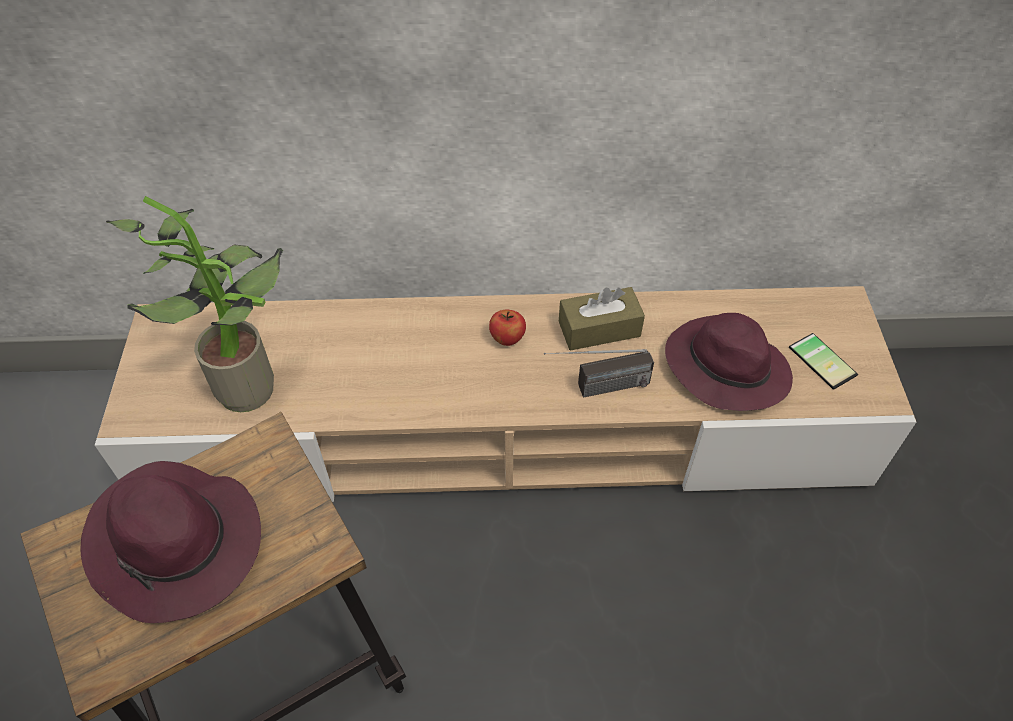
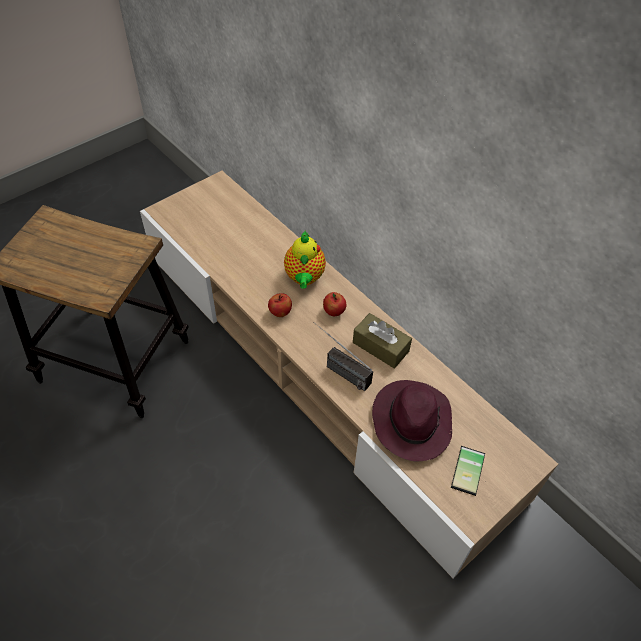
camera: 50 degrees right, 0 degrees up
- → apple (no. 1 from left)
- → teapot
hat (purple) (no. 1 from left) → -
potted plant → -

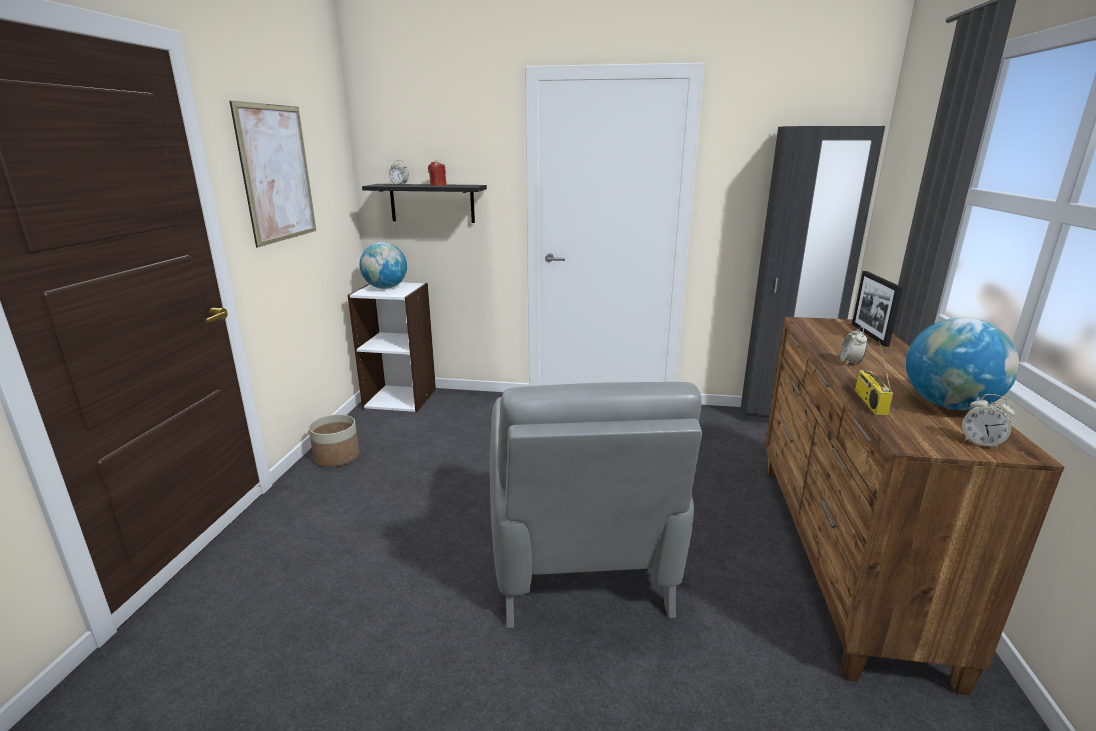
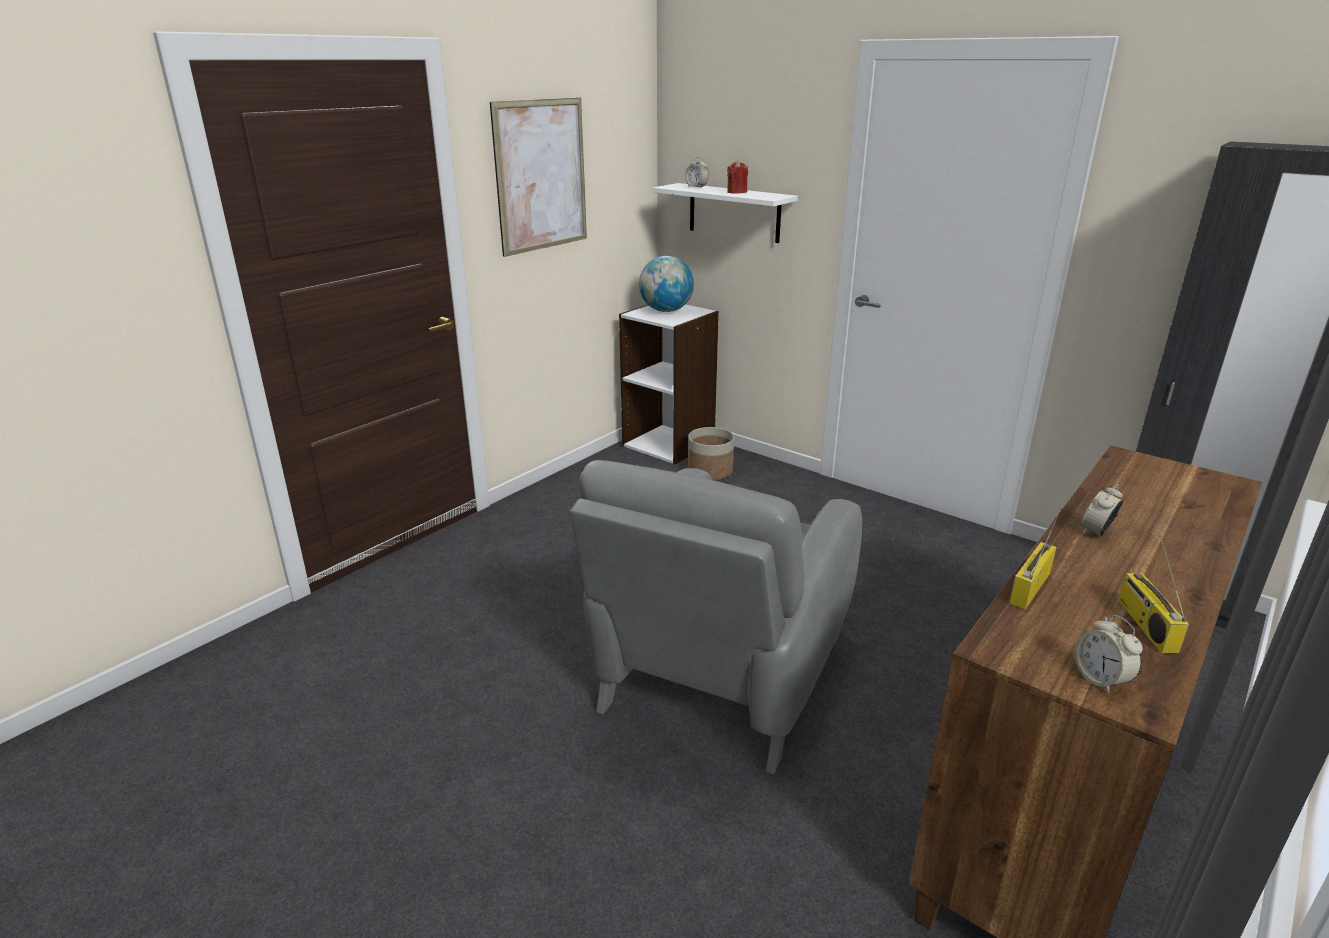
camera: 30 degrees right, 5 degrees up
shelf (black) → shelf (white)
planter, shifted
globe (no. 2 from left) → radio (no. 2 from left)
picture frame → -

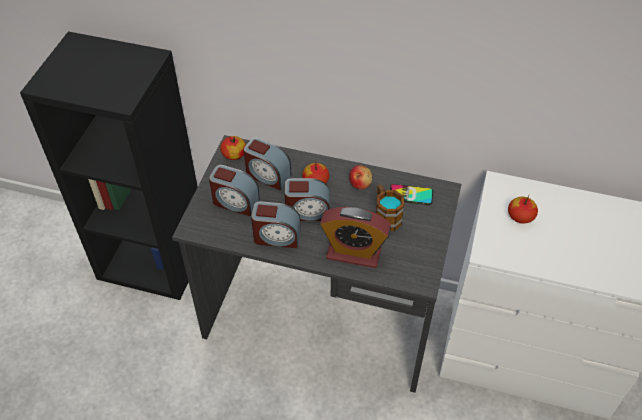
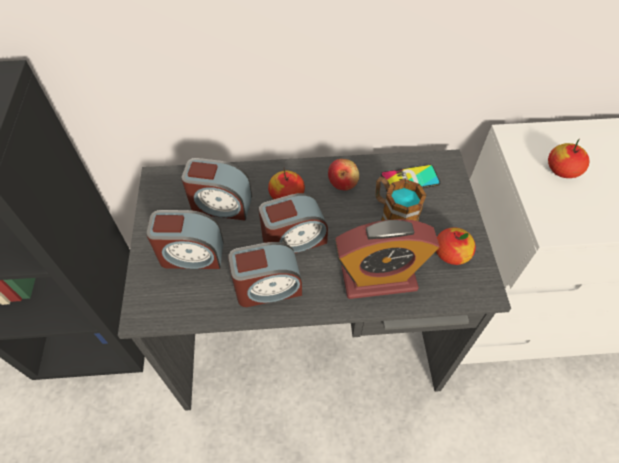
camera: 20 degrees left, 5 degrees up
apple (no. 1 from left in the first image) → apple (no. 3 from left), shifted

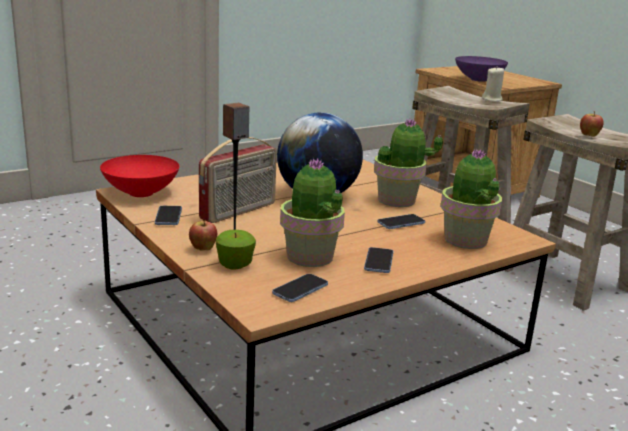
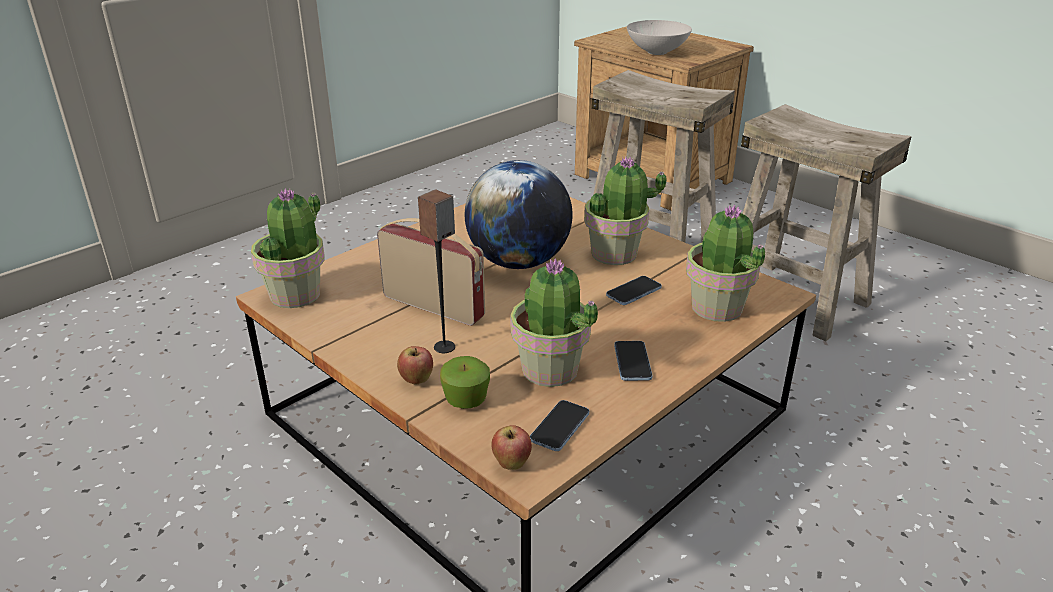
camera: 10 degrees left, 10 degrees up
bowl (red) → potted plant (no. 1 from left)
radio, 90 degrees counterclockwise
apple (no. 3 from left), shifted
bowl (purple) → bowl (white)
phone (no. 1 from left) → -
candle (beige) → -

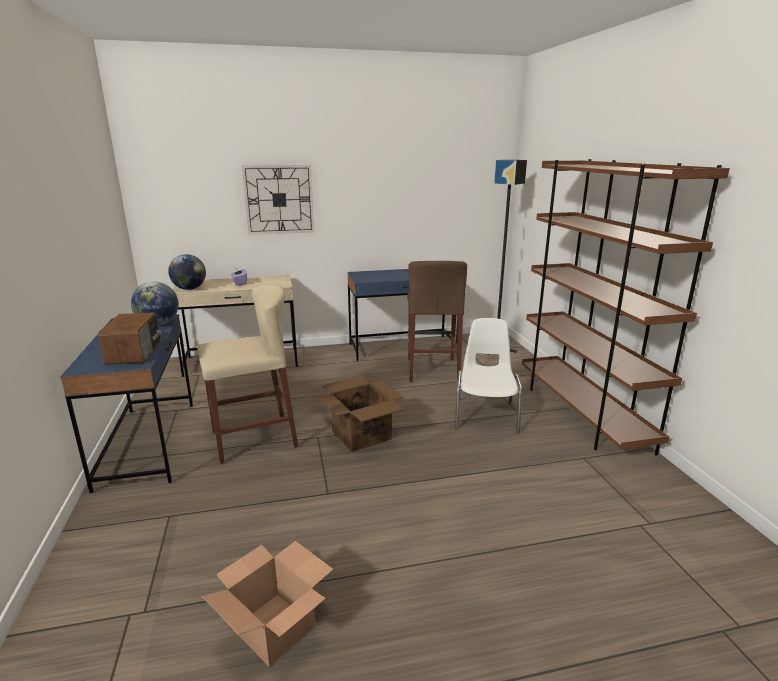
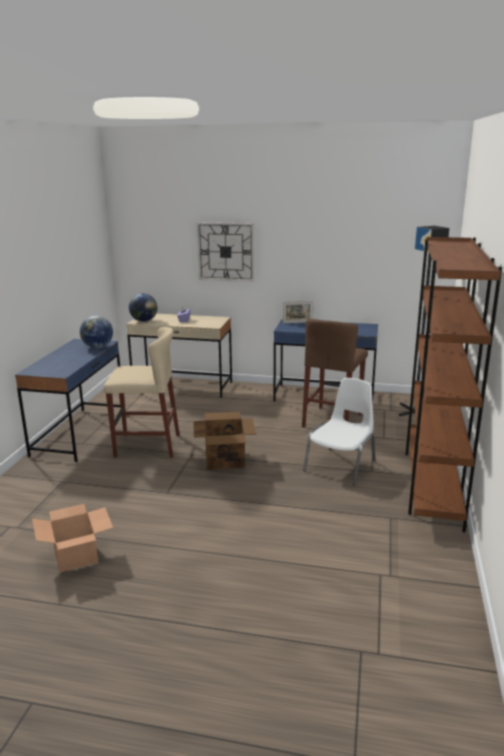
camera: 25 degrees right, 0 degrees up
- → picture frame
radio → -

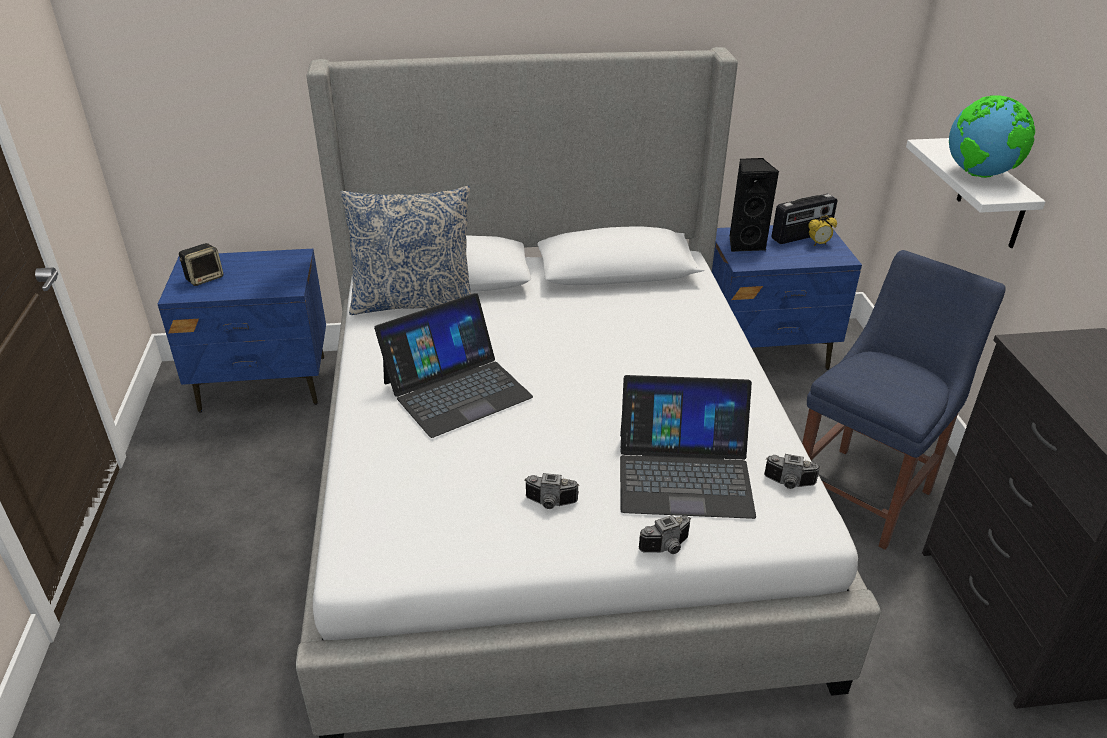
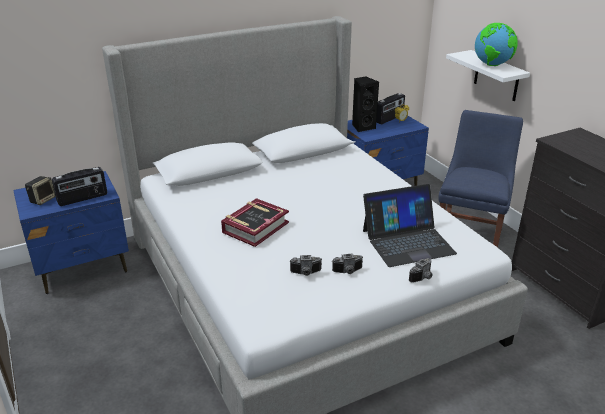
camera: 20 degrees left, 5 degrees down
- → radio (no. 1 from left)
laptop (no. 1 from left) → book
photo camera (no. 3 from left in the first image) → photo camera (no. 1 from left), shifted
pillow → -

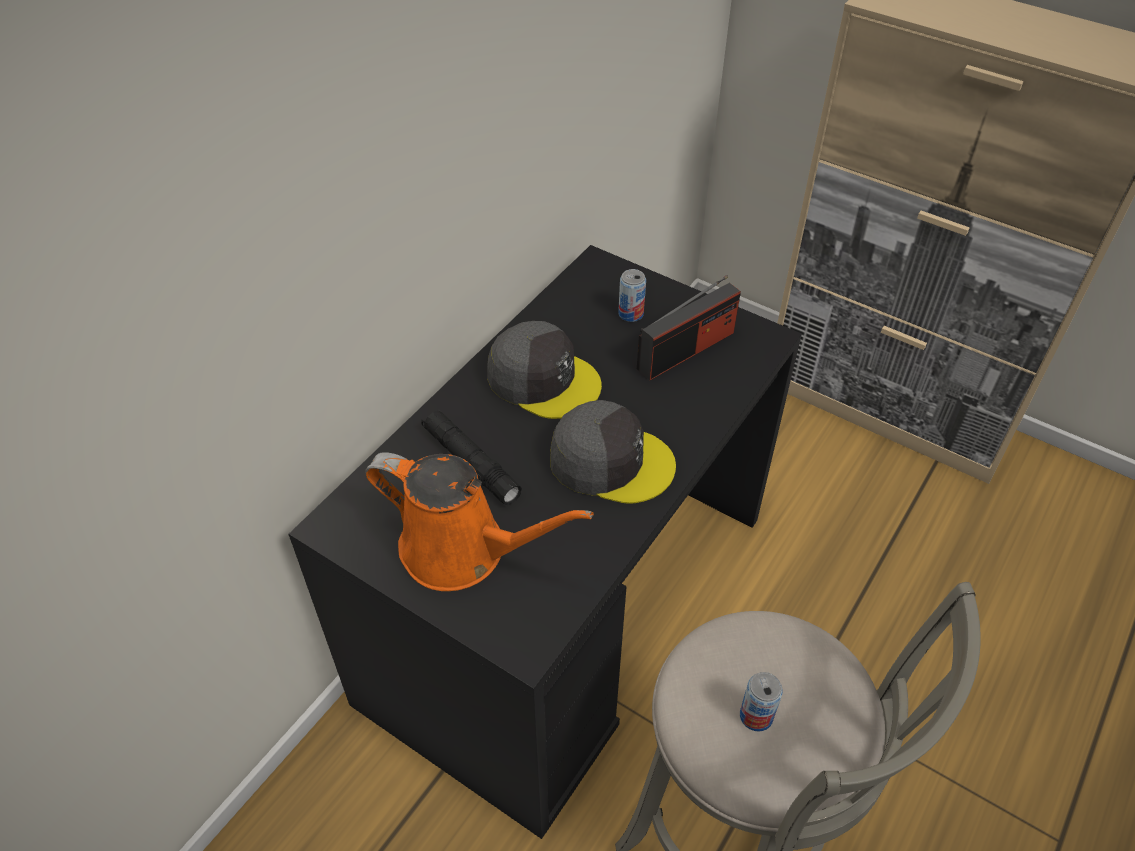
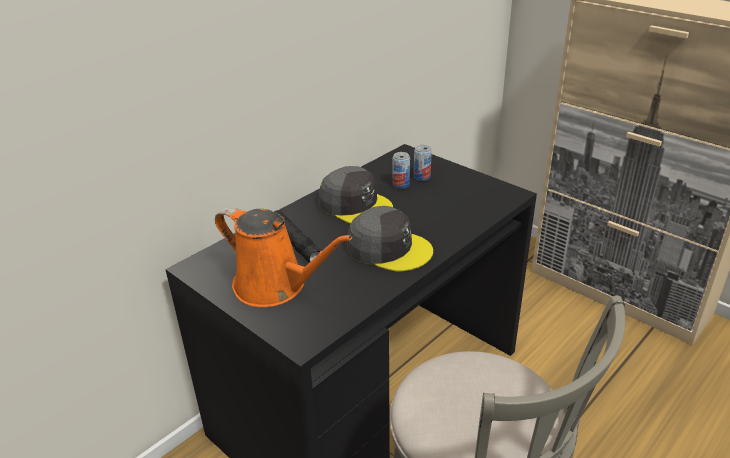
camera: 10 degrees right, 15 degrees down
can (no. 2 from left in the first image) → can (no. 1 from left), shifted
radio → -

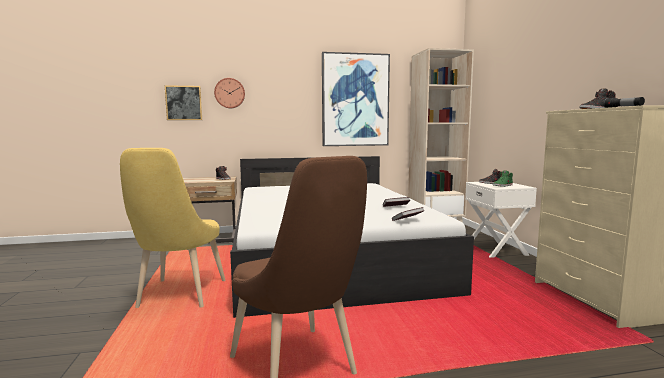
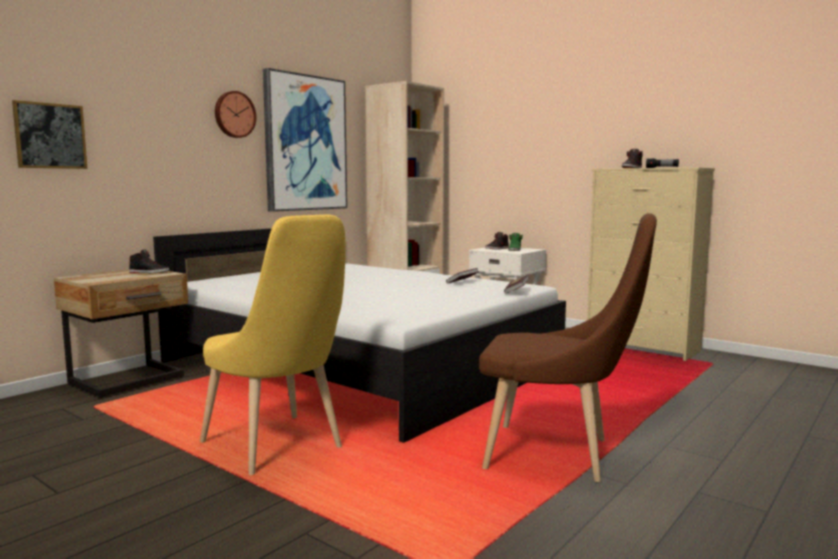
camera: 40 degrees left, 0 degrees up
wall clock, shifted

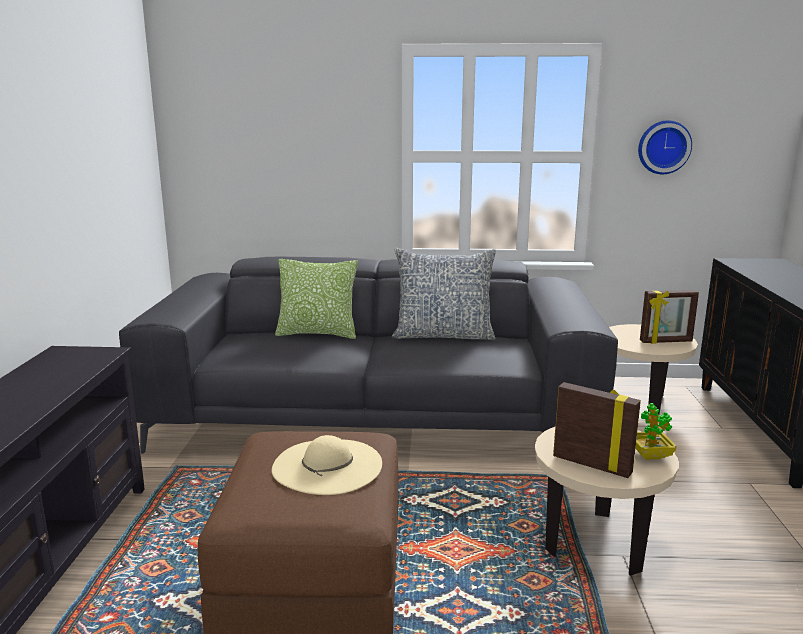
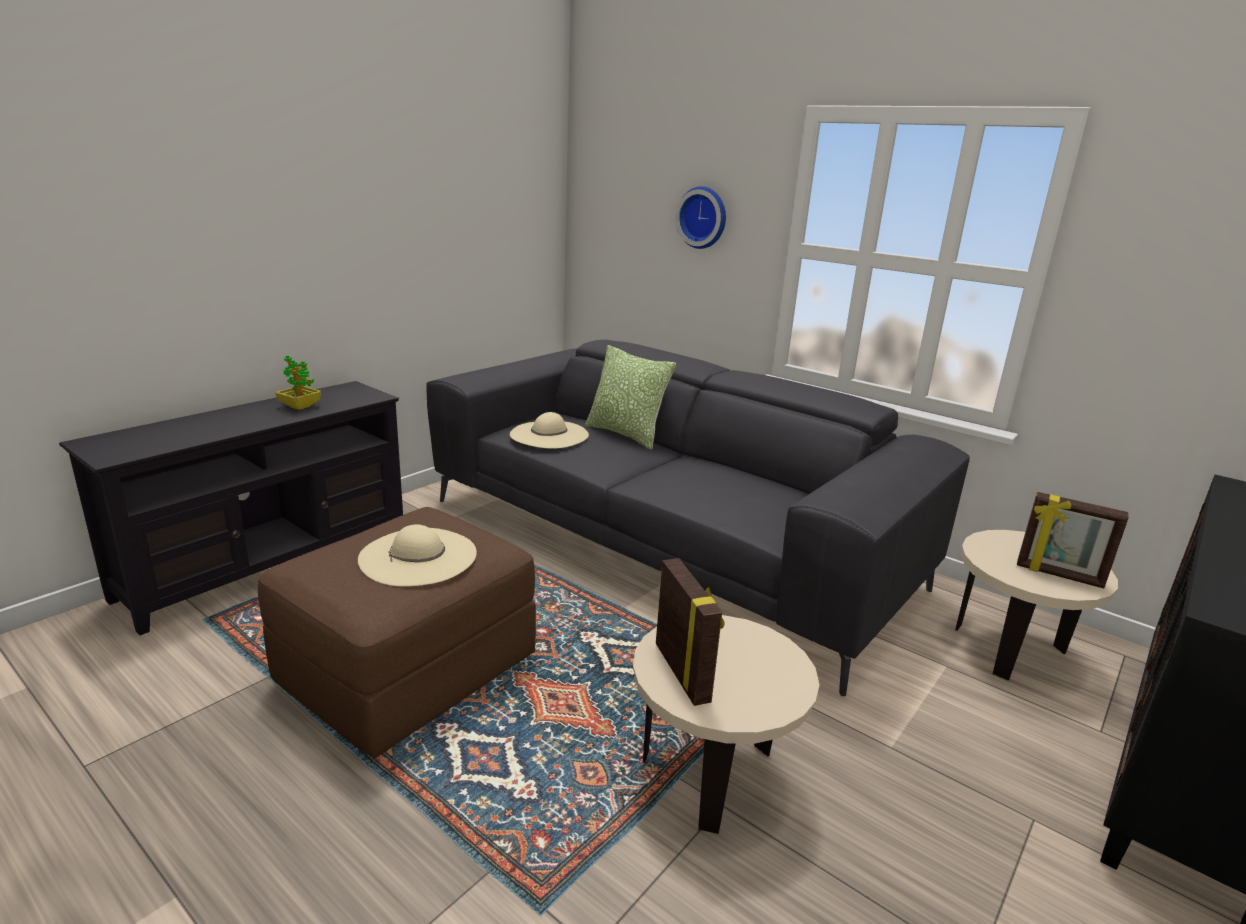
camera: 35 degrees right, 5 degrees up
potted plant, shifted
- → hat (beige) (no. 2 from left)
wall clock, shifted
pillow (no. 2 from left) → -

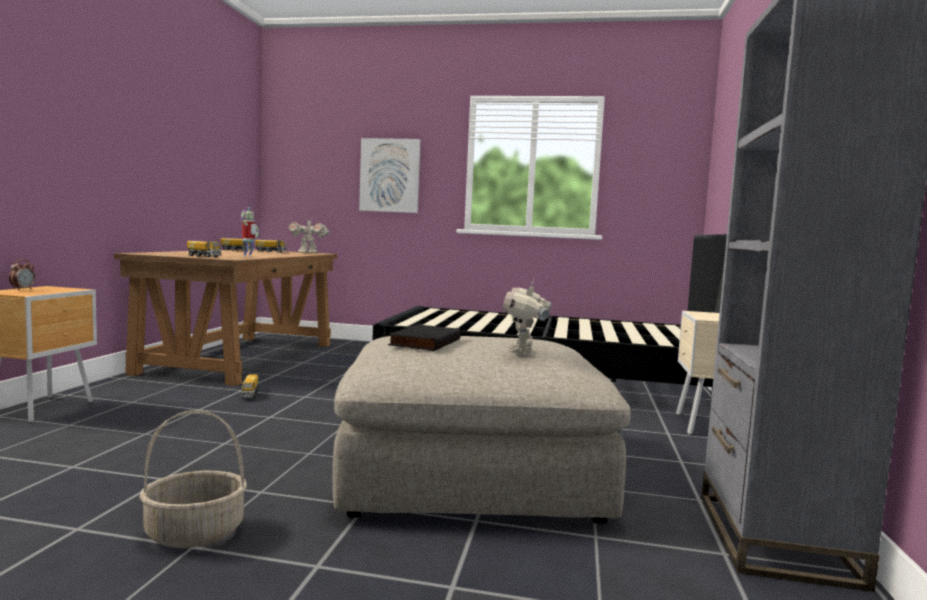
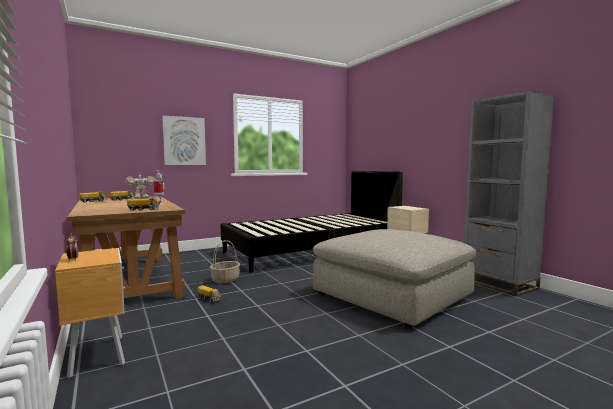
camera: 40 degrees left, 0 degrees up
basket, shifted
book (black) → -
toy robot (no. 3 from left) → -

